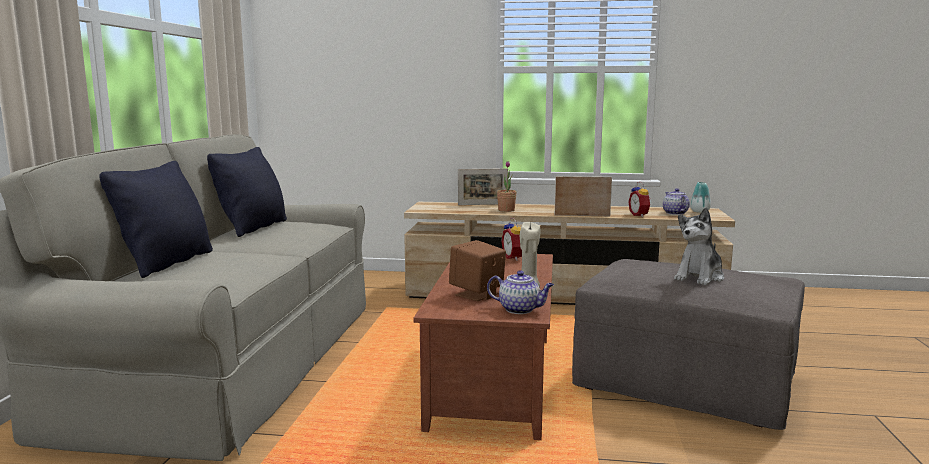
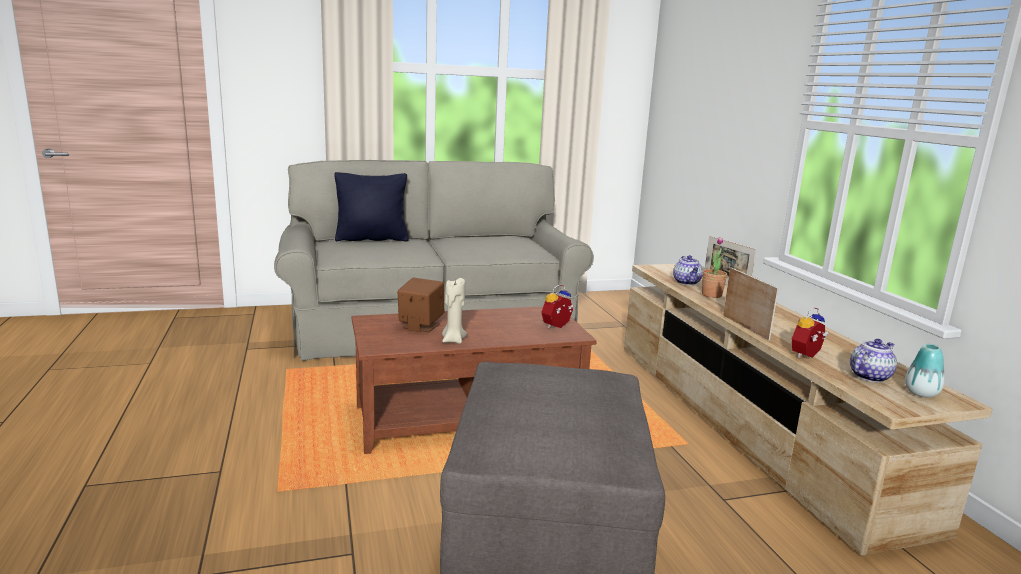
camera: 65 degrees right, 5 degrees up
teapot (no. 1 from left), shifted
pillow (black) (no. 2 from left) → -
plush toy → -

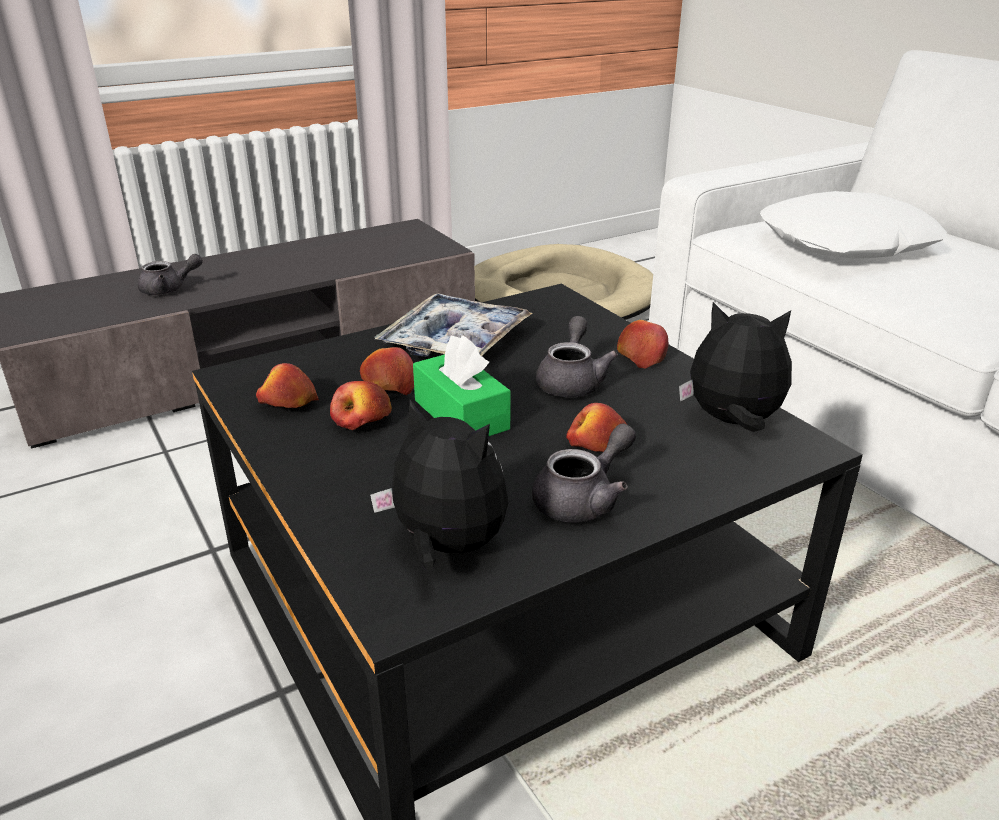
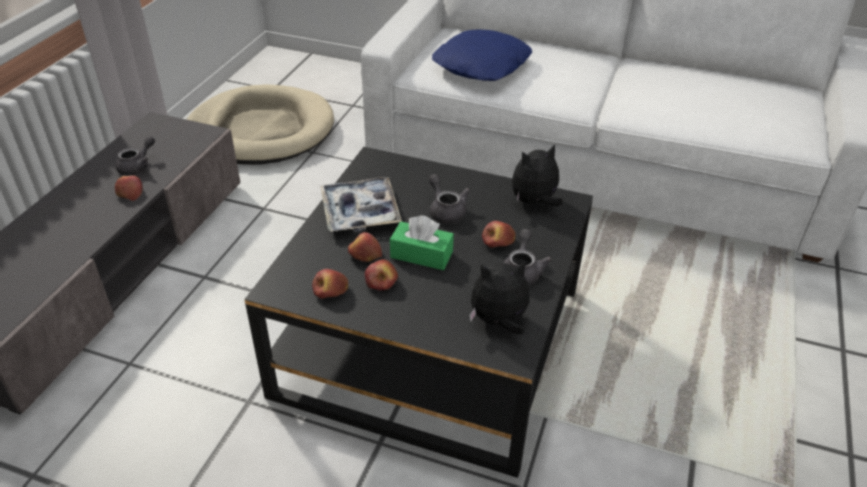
camera: 40 degrees left, 10 degrees up
apple (no. 5 from left in the first image) → apple (no. 1 from left), shifted
teapot (grey) (no. 1 from left), shifted
pillow (white) → pillow (blue)

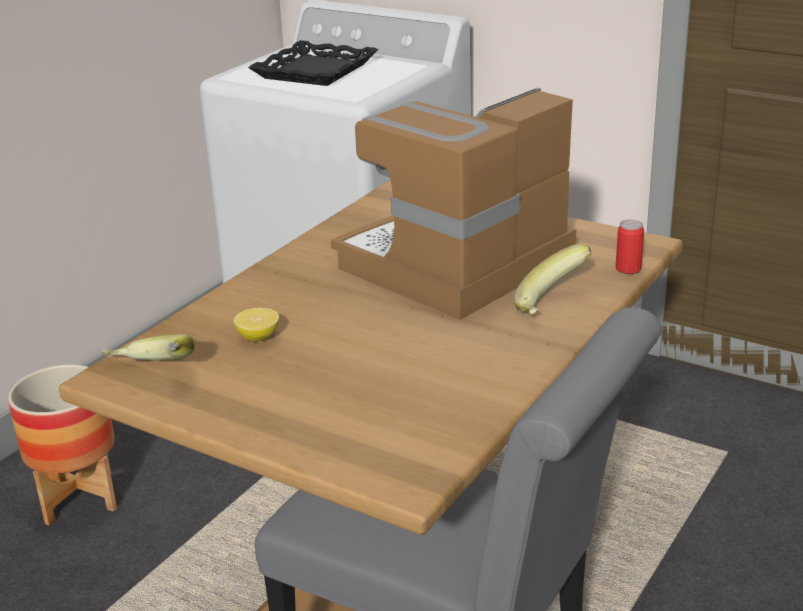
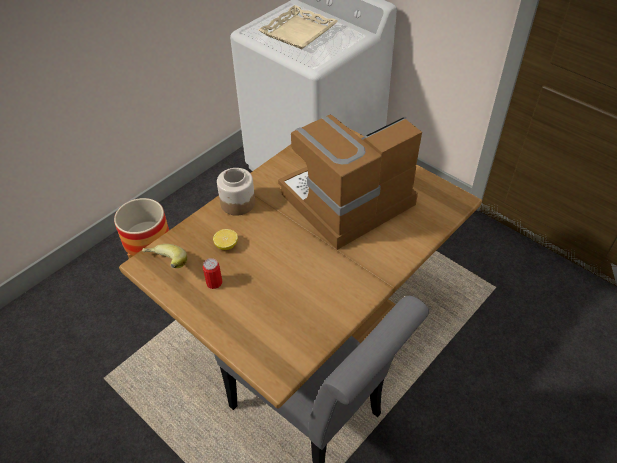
camera: 10 degrees right, 20 degrees up
can, shifted
- → jar
tray (black) → tray (beige)
banana (no. 2 from left) → -

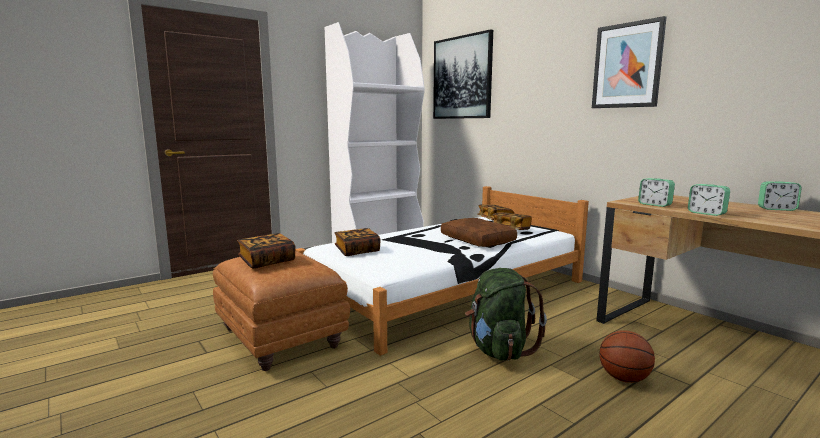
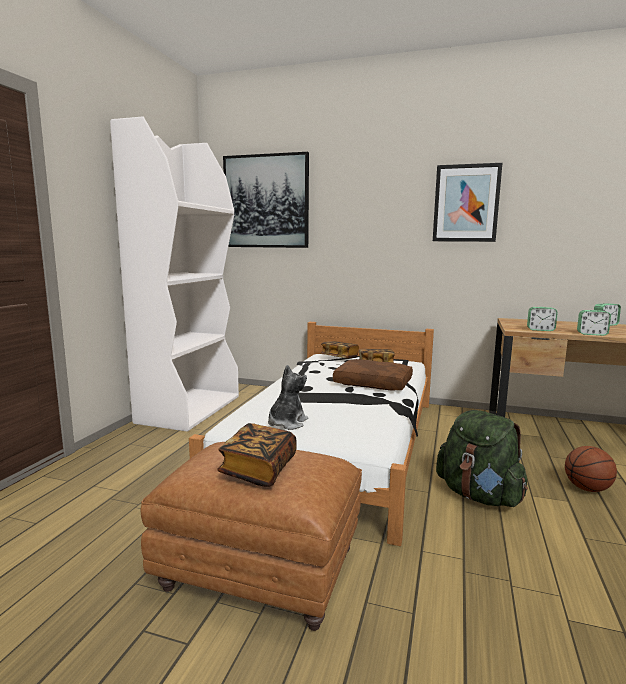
camera: 35 degrees left, 0 degrees up
book (no. 2 from left) → plush toy

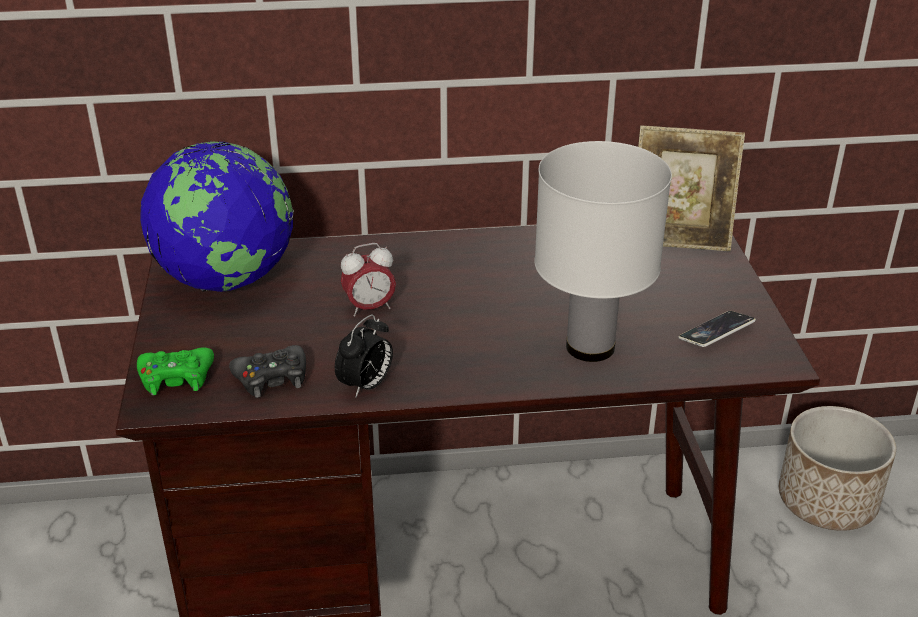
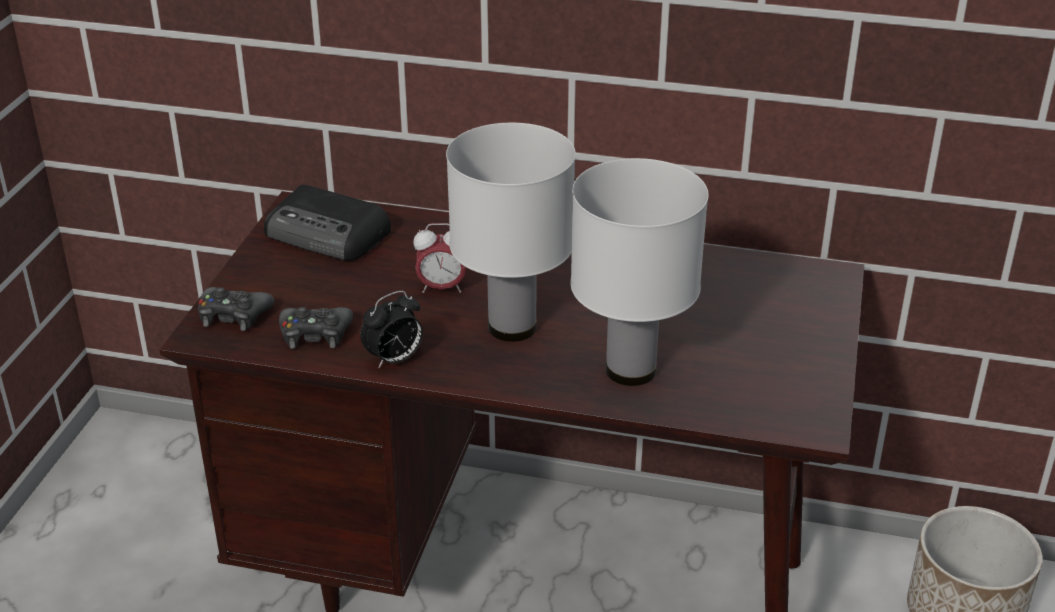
camera: 20 degrees right, 0 degrees up
game controller (green) → game controller (black) (no. 1 from left)
globe → radio
- → table lamp (white) (no. 1 from left)
picture frame → -
phone → -

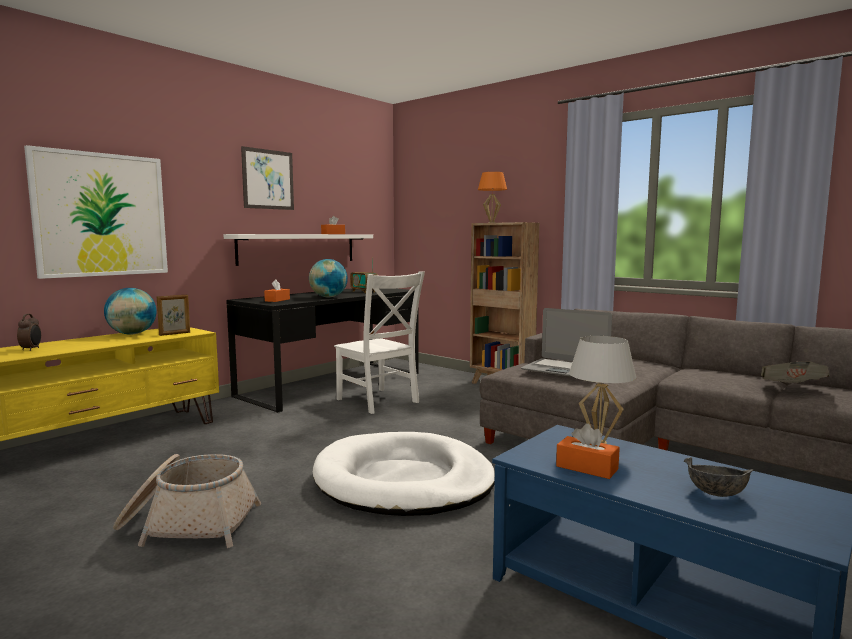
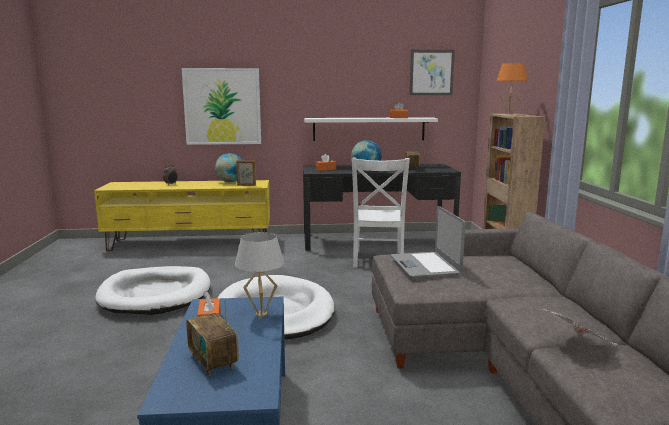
camera: 45 degrees right, 5 degrees up
basket → dog bed (white) (no. 1 from left)
bowl (grey) → radio (no. 1 from left)
picture (no. 2 from left), shifted

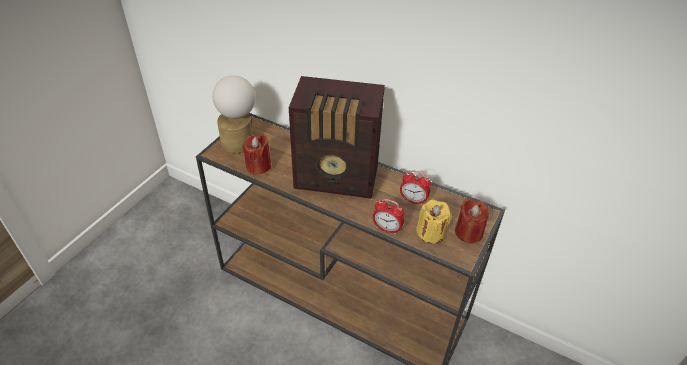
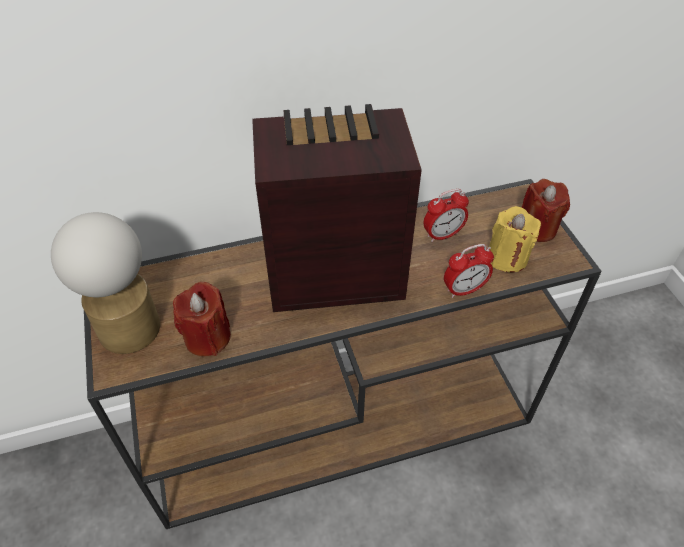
camera: 45 degrees left, 5 degrees up
radio, 150 degrees counterclockwise

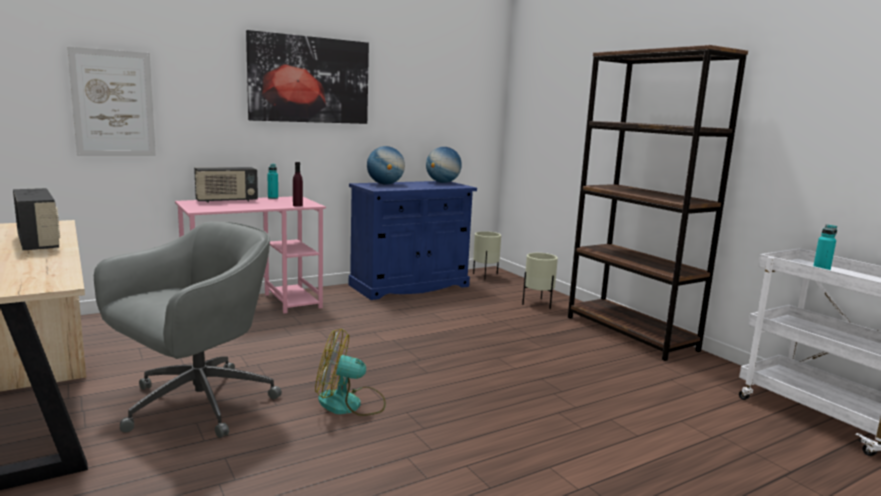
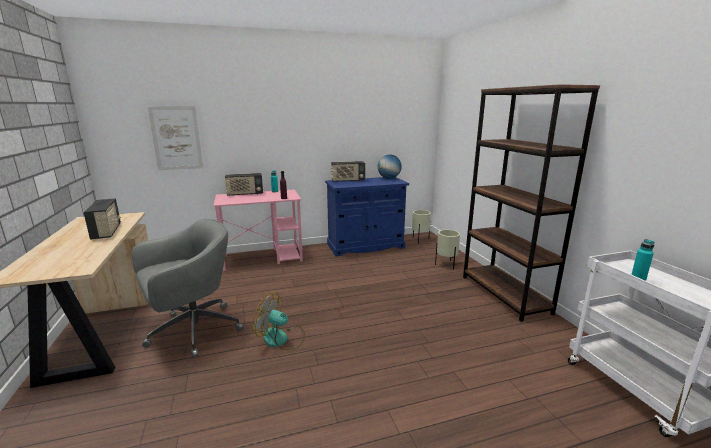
camera: 15 degrees right, 5 degrees up
globe (no. 1 from left) → radio (no. 3 from left)
picture (no. 2 from left) → -

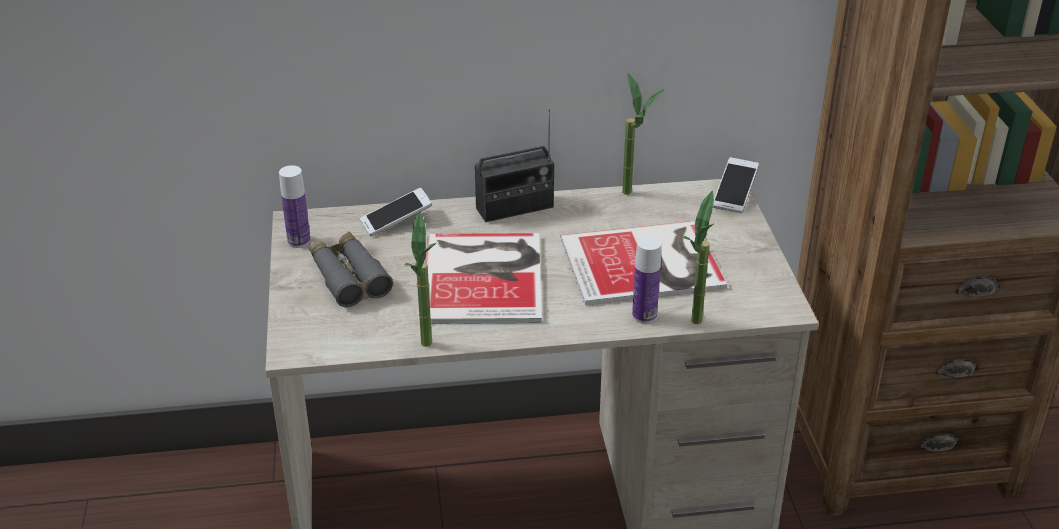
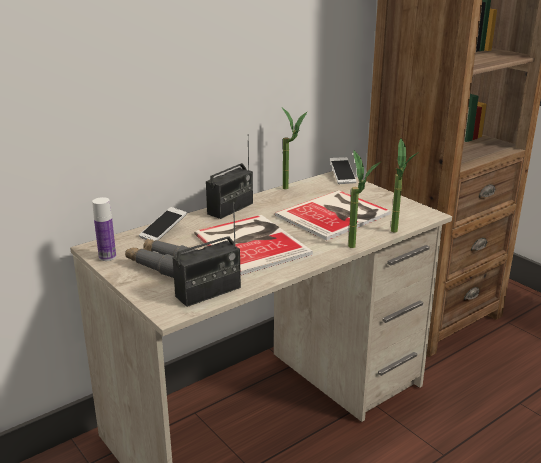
camera: 30 degrees left, 10 degrees down
- → radio (no. 1 from left)
potted plant (no. 1 from left in the first image) → potted plant (no. 2 from left), shifted
bottle (no. 2 from left) → -

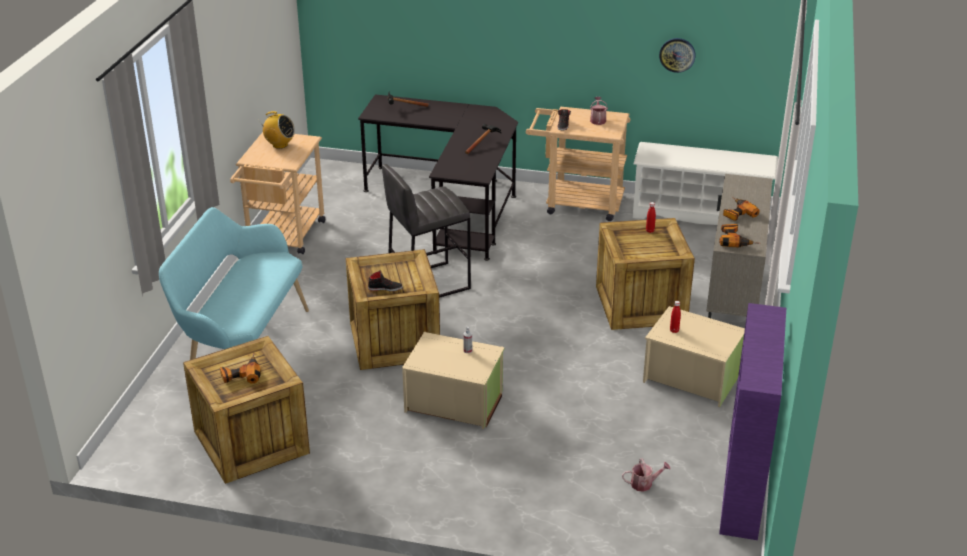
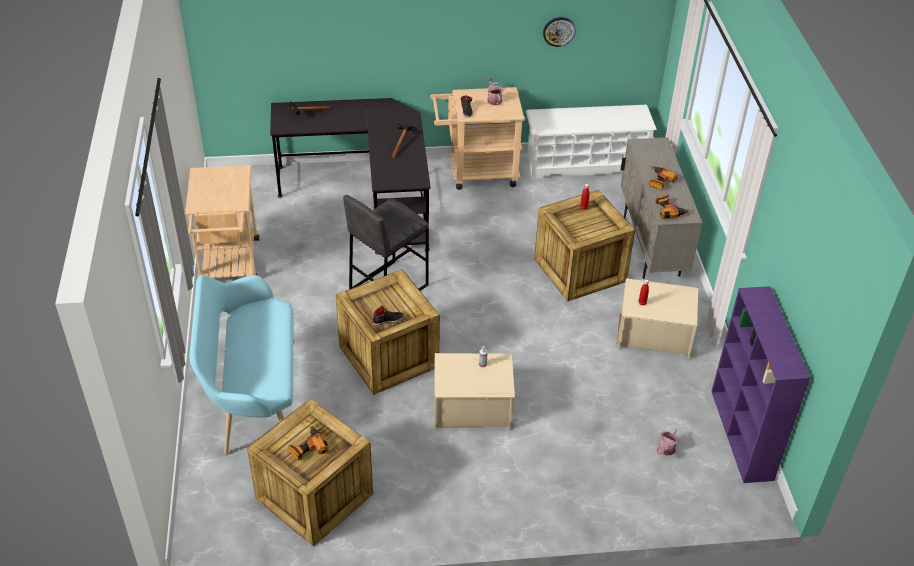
camera: 20 degrees left, 10 degrees up
watering can (no. 2 from left), 150 degrees clockwise
radio → -

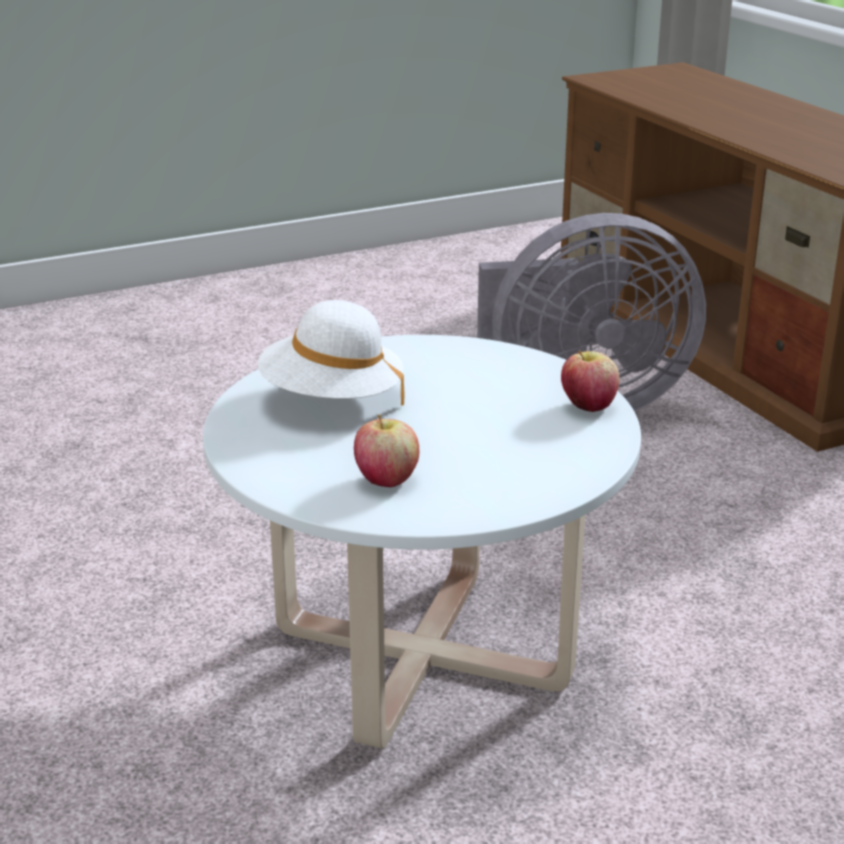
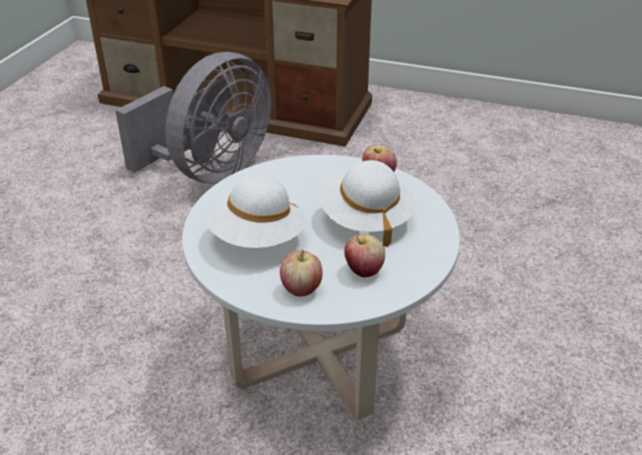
camera: 45 degrees left, 10 degrees up
- → apple (no. 1 from left)
- → hat (white) (no. 2 from left)

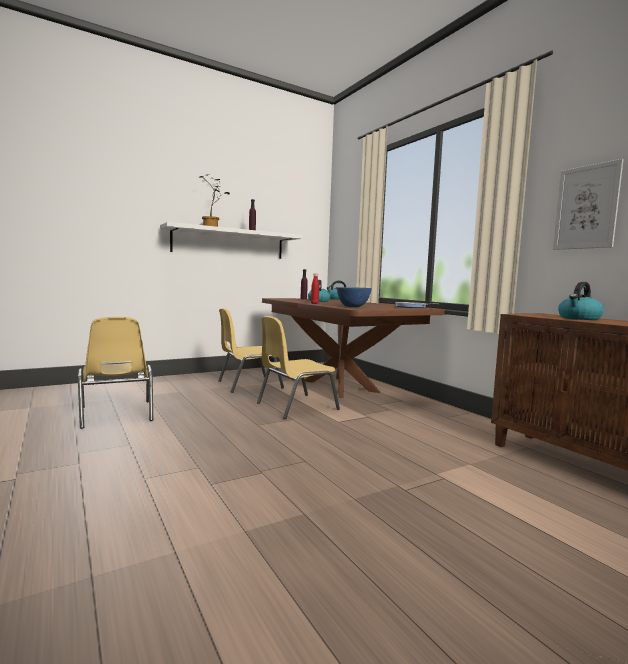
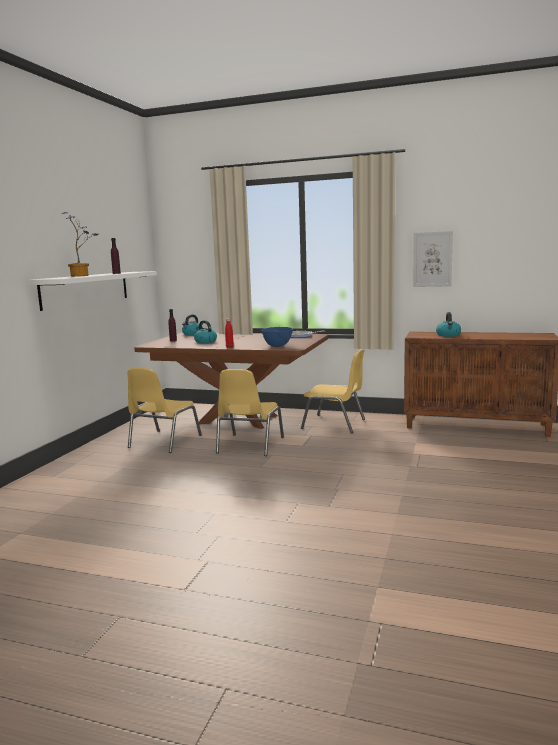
camera: 40 degrees left, 5 degrees up
chair (yellow) (no. 1 from left in the first image) → chair (yellow) (no. 3 from left), shifted

